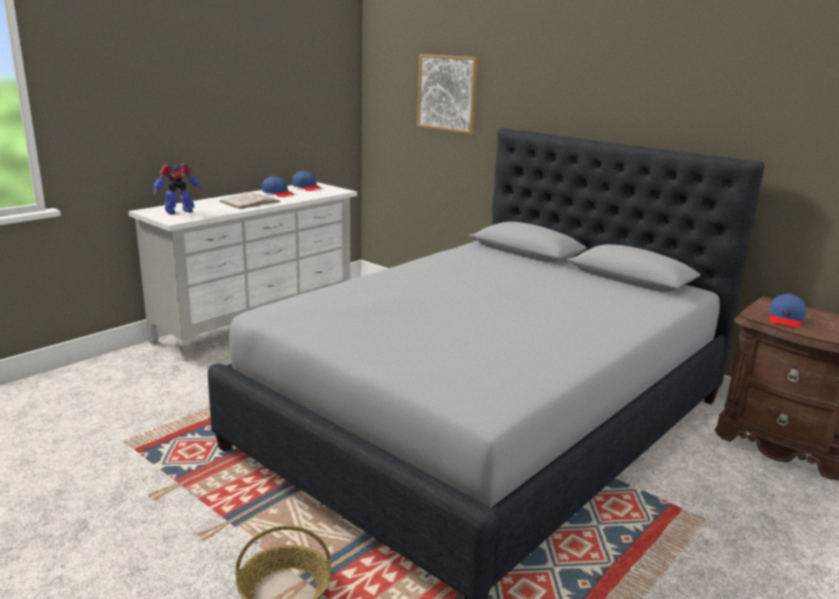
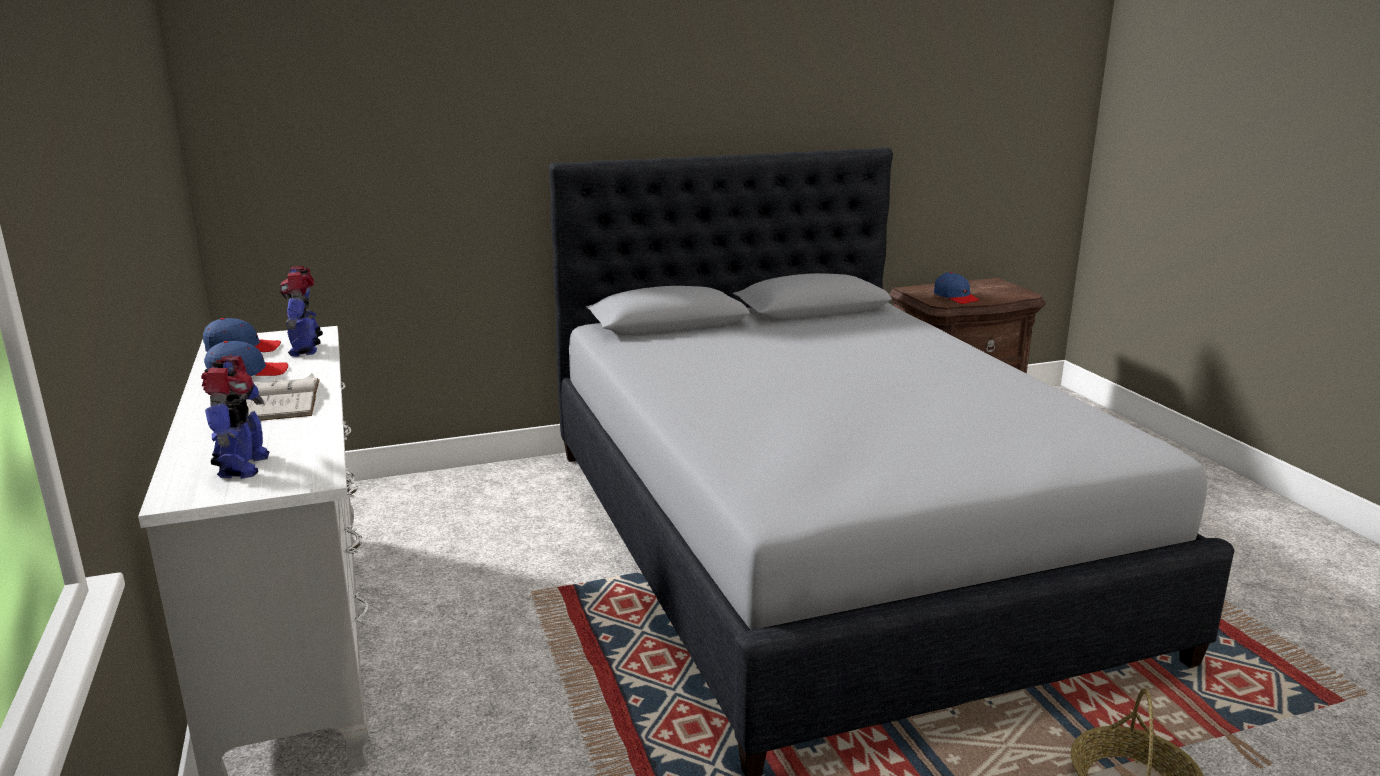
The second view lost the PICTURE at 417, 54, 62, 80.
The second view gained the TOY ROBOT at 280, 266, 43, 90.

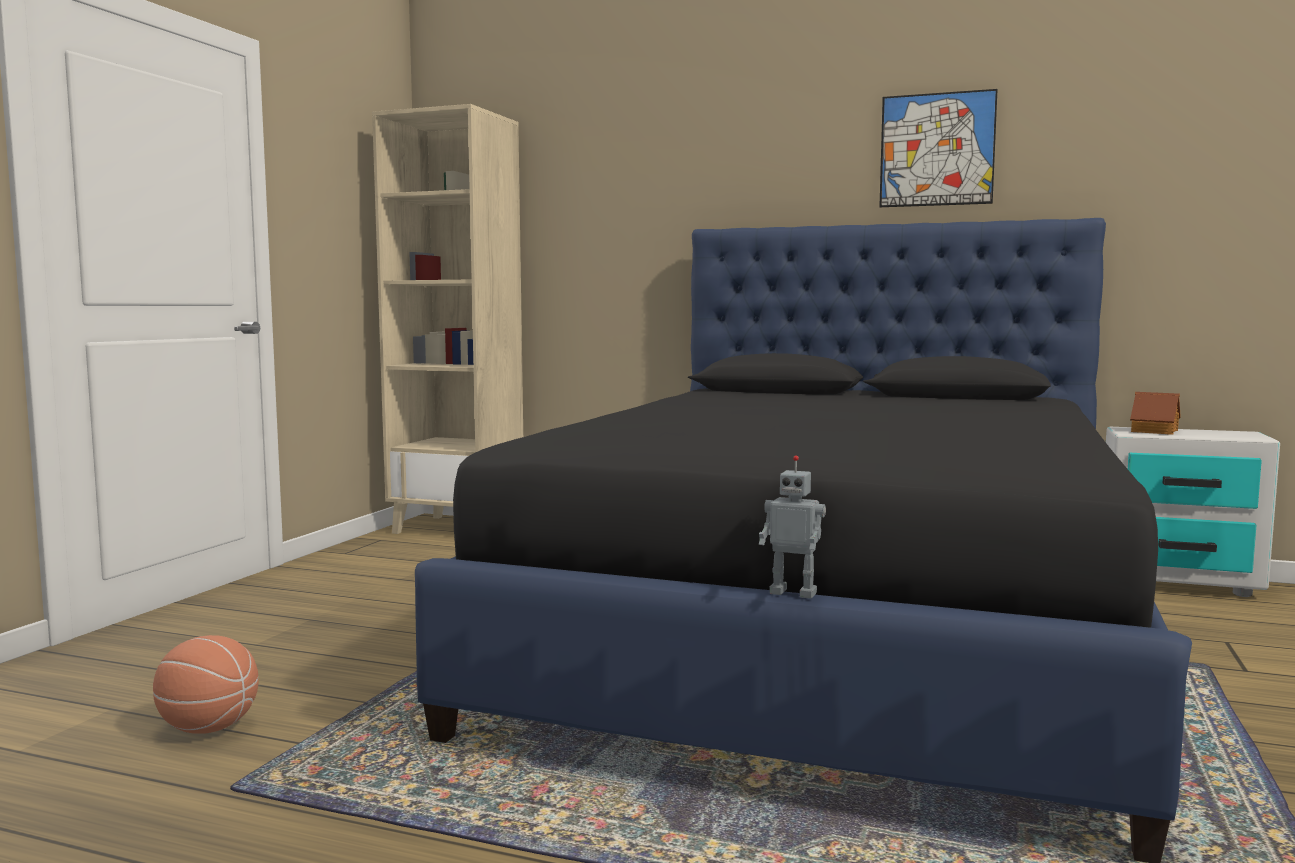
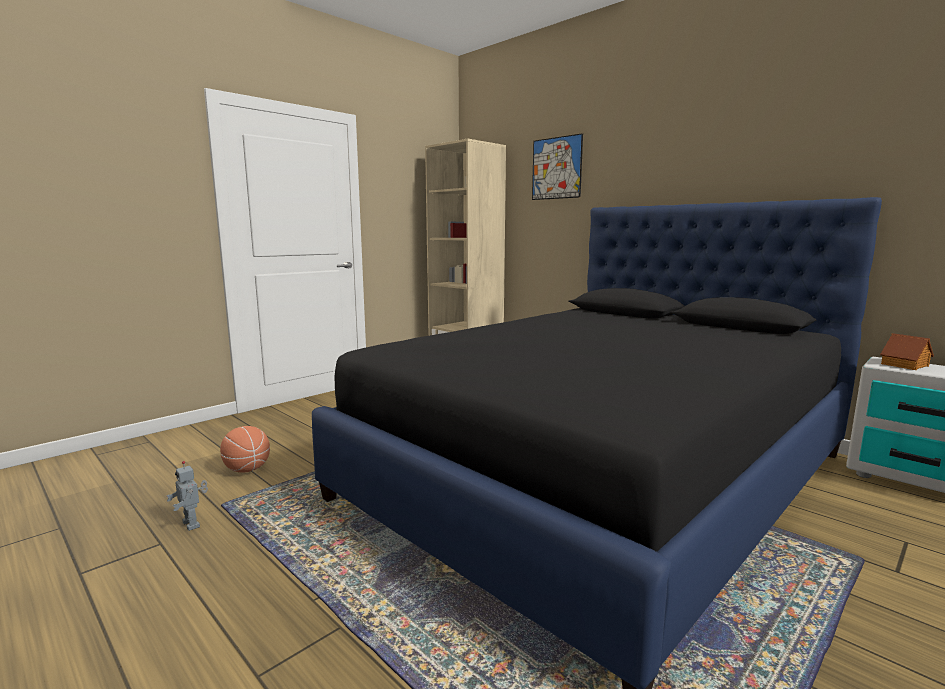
The PICTURE ended up elsewhere, having gone from 879, 89, 119, 118 to 532, 133, 51, 67.
The TOY ROBOT ended up elsewhere, having gone from 759, 455, 67, 144 to 167, 461, 41, 70.

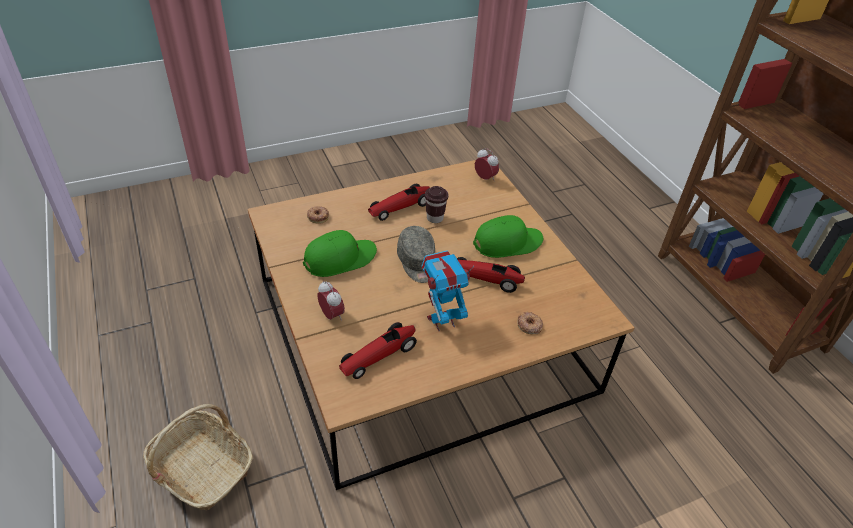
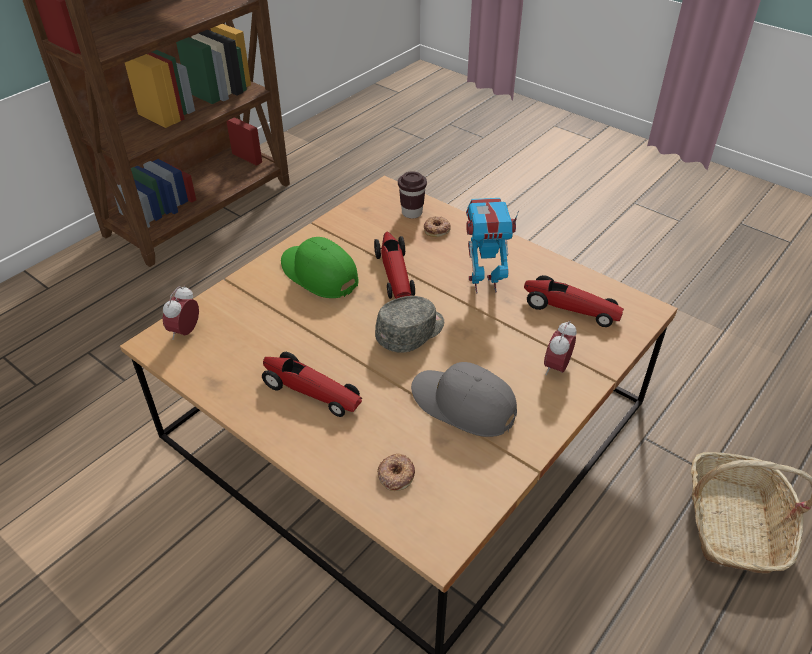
The BROWN CUP ended up elsewhere, having gone from 425, 186, 24, 37 to 398, 171, 29, 47.
What was the GREEN CAP at 303, 230, 74, 47 turned into the GREY CAP at 411, 362, 106, 75.
The TOY ROBOT at 421, 250, 53, 81 ended up facing another way, 135 degrees clockwise from before.

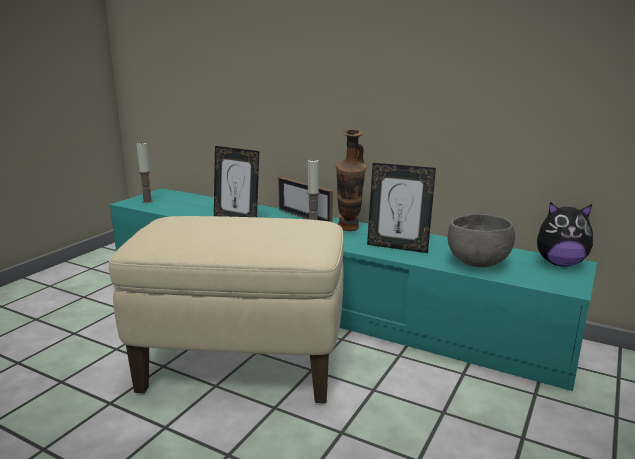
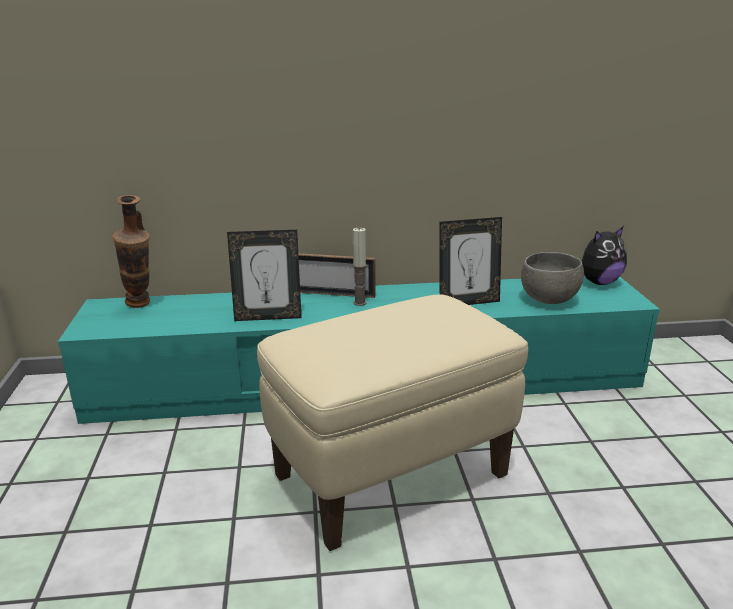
The VASE ended up elsewhere, having gone from 336, 129, 31, 102 to 113, 195, 37, 113.
The second view lost the CANDLE at 136, 142, 17, 61.

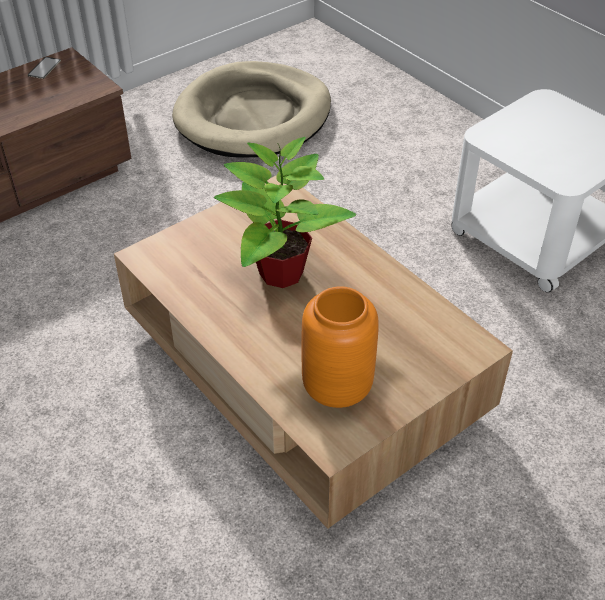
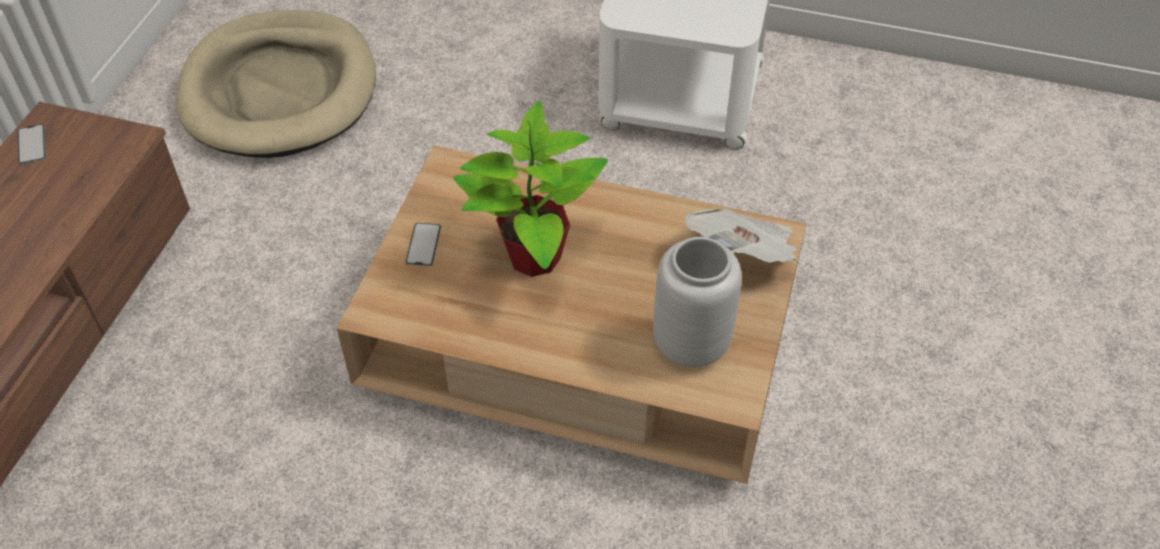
What was the ORANGE VASE at 302, 286, 77, 122 turned into the GREY VASE at 653, 237, 89, 130.
The second view gained the NEWSPAPER at 685, 208, 112, 55.
The second view gained the PHONE at 405, 223, 36, 43.

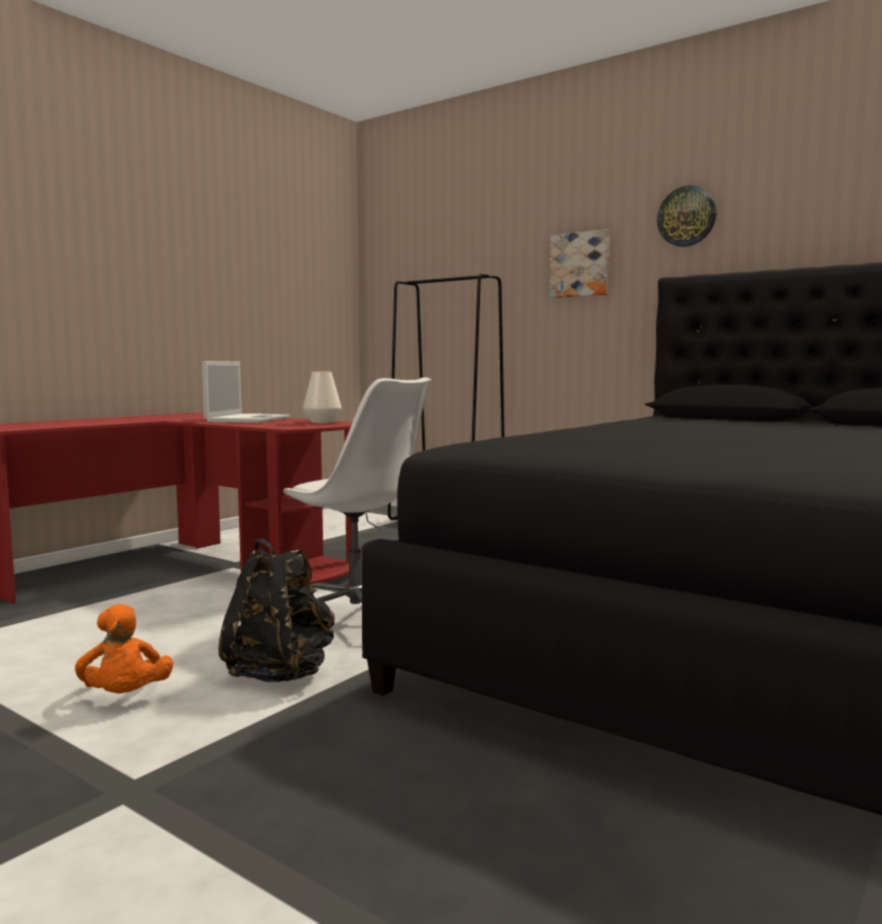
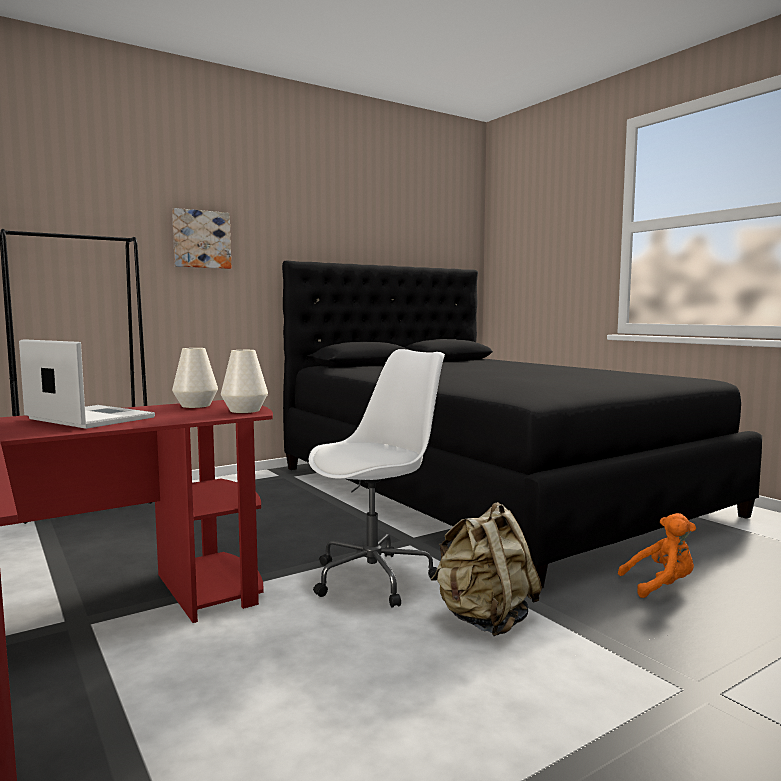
The second view lost the WALL CLOCK at 657, 185, 59, 62.
What was the BLACK BACKPACK at 218, 538, 117, 144 turned into the BEIGE BACKPACK at 431, 502, 111, 134.
The ORANGE PLUSH TOY ended up elsewhere, having gone from 75, 604, 98, 90 to 618, 513, 78, 85.
The second view gained the WHITE VASE at 221, 350, 47, 63.

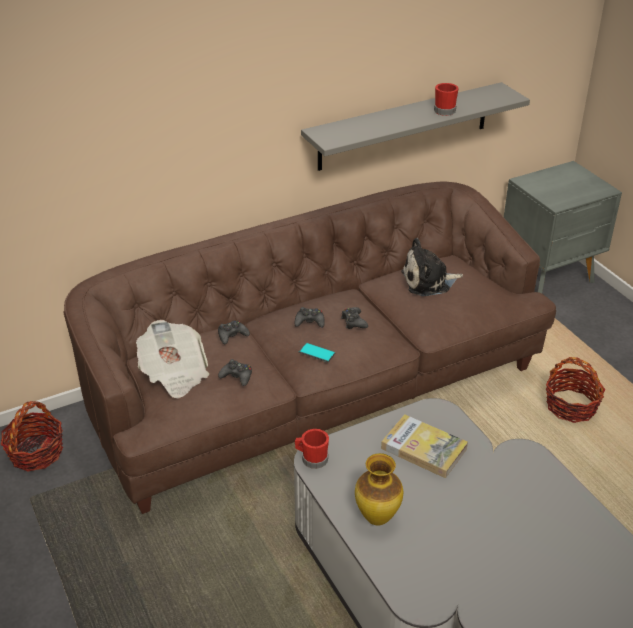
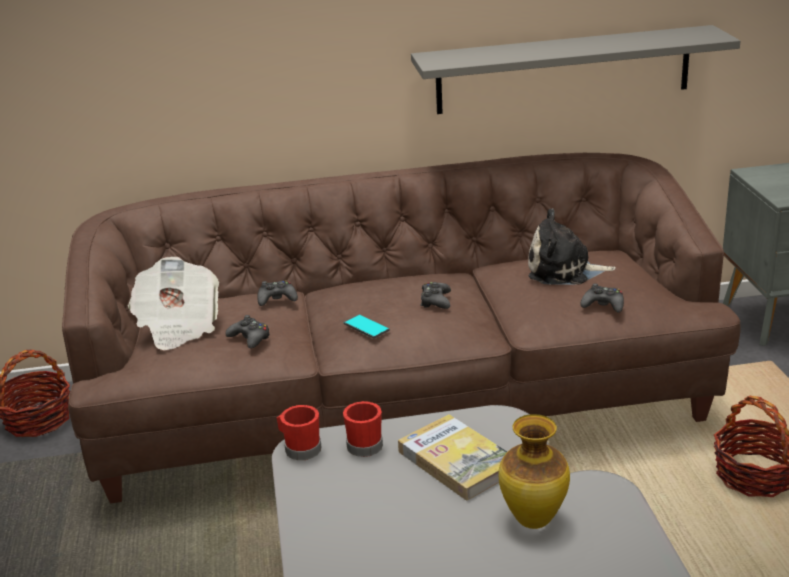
The RED MUG ended up elsewhere, having gone from 434, 83, 25, 33 to 343, 401, 40, 56.
The BLACK GAME CONTROLLER ended up elsewhere, having gone from 294, 307, 31, 20 to 580, 283, 44, 30.
The VASE ended up elsewhere, having gone from 355, 453, 48, 72 to 499, 414, 71, 115.

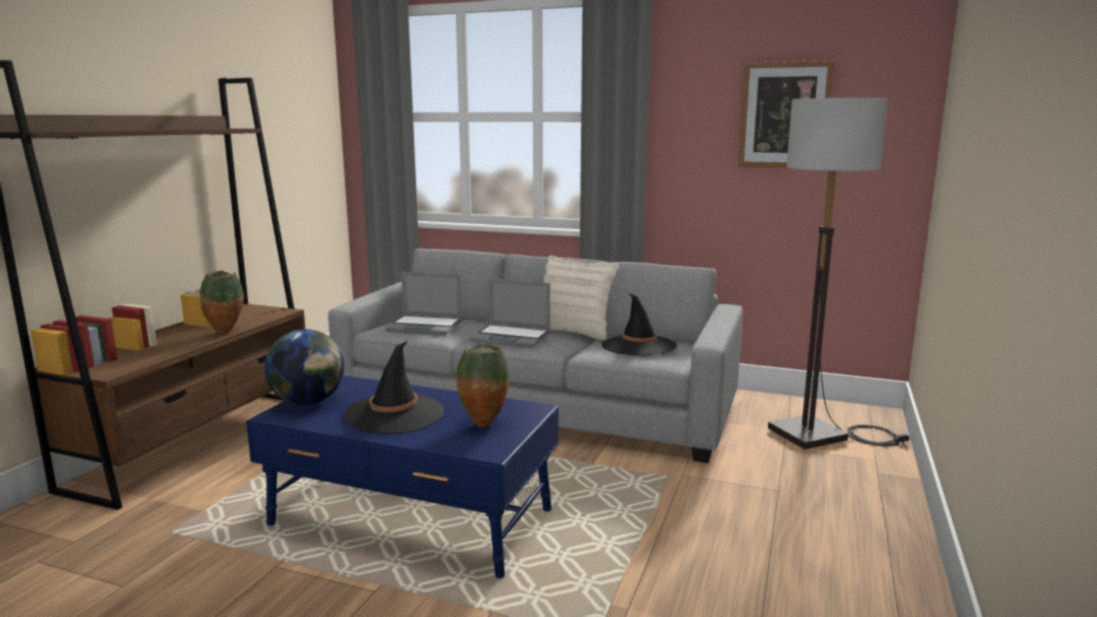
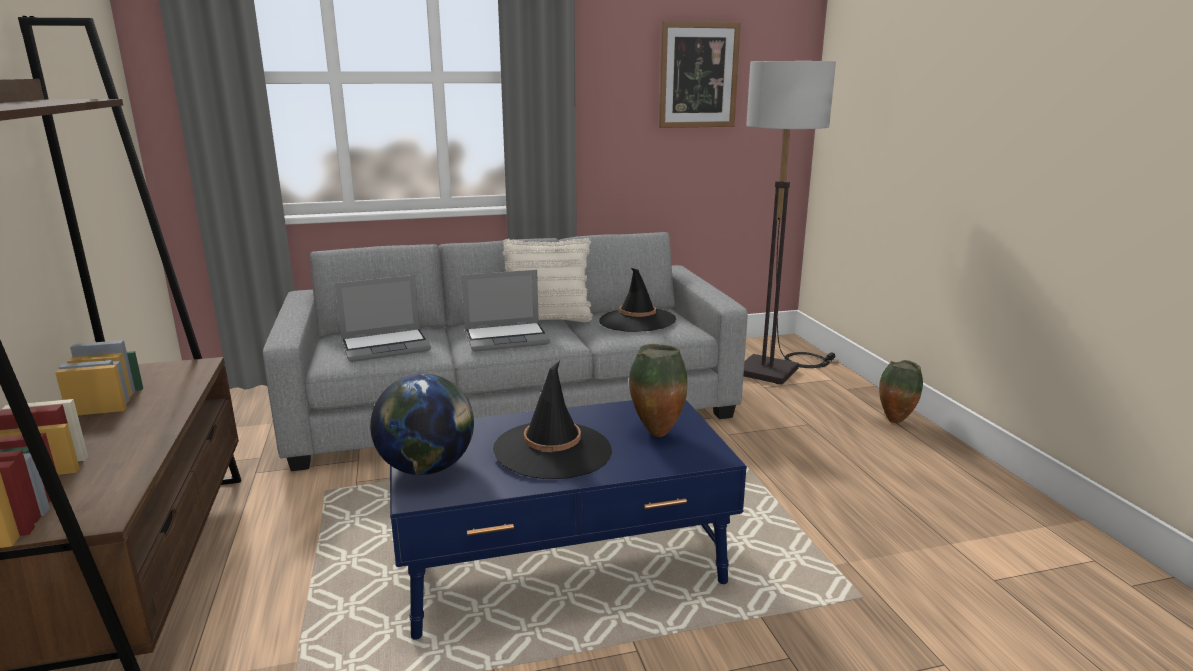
The VASE ended up elsewhere, having gone from 200, 270, 44, 64 to 879, 360, 44, 63.

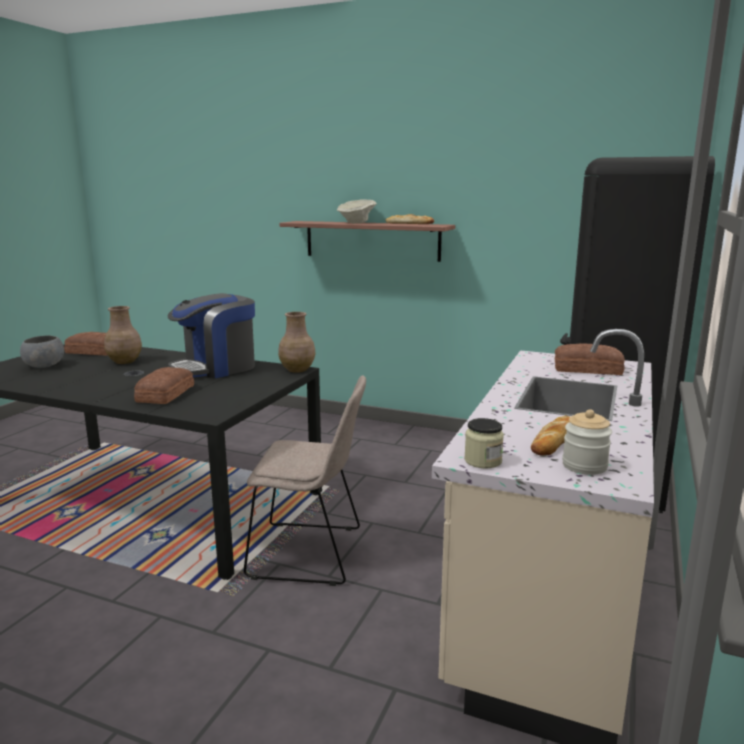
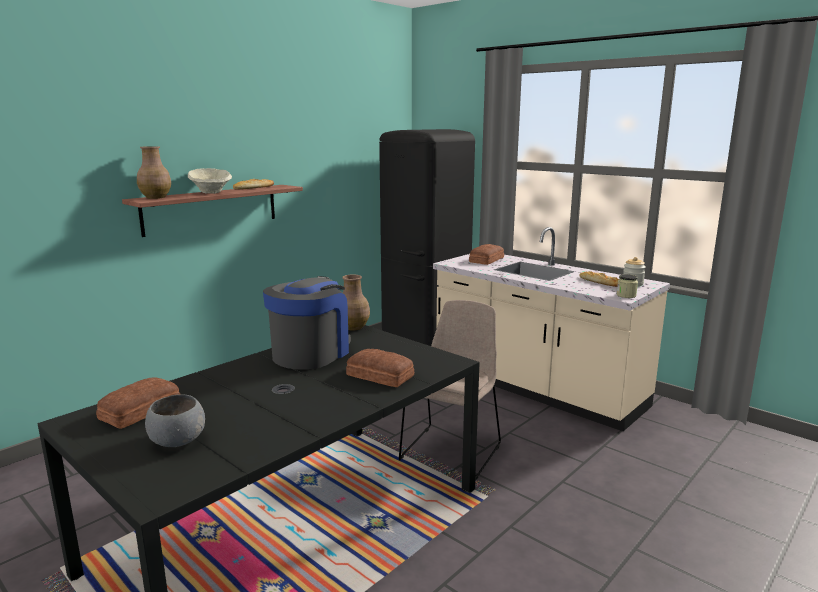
The COFFEE MACHINE at 168, 293, 87, 85 ended up facing another way, 135 degrees counterclockwise from before.
The BROWN VASE ended up elsewhere, having gone from 104, 306, 38, 58 to 137, 146, 34, 53.

